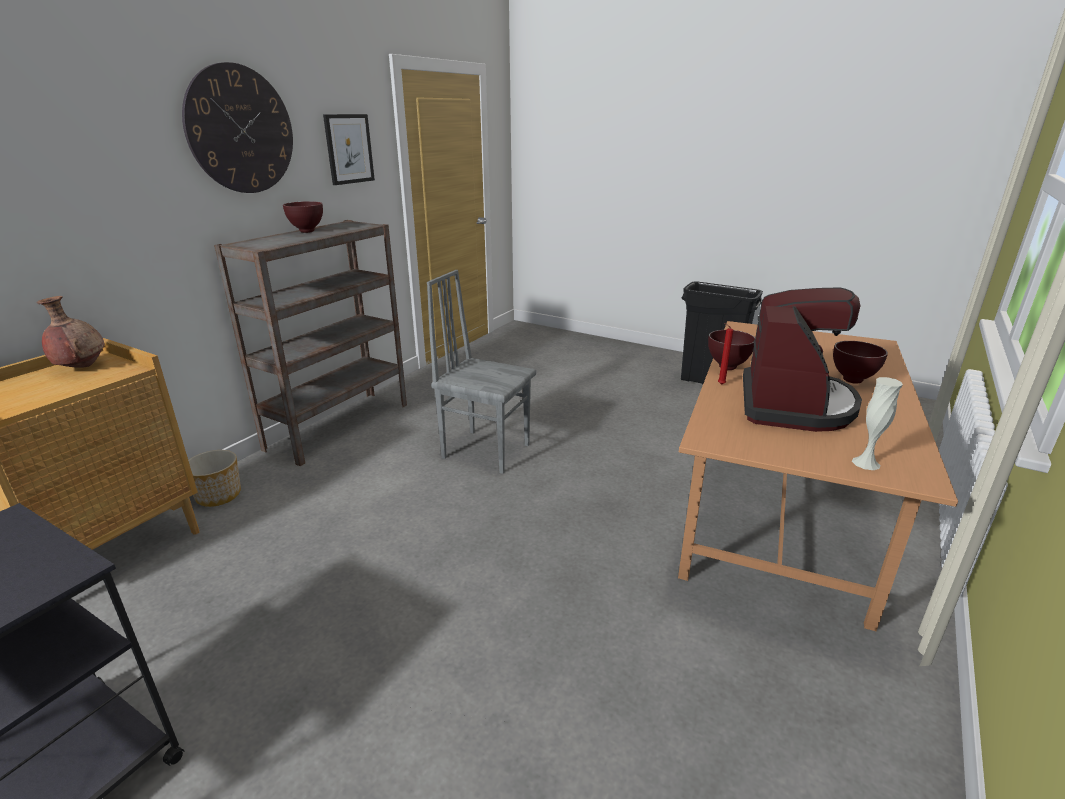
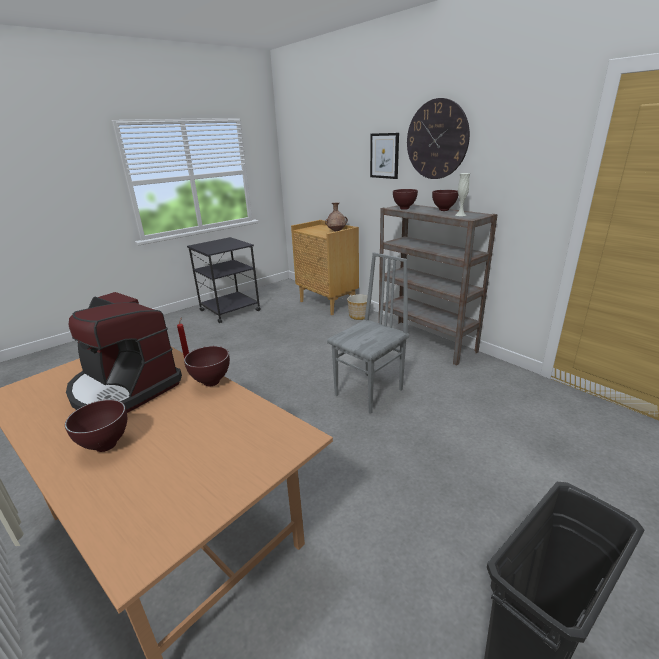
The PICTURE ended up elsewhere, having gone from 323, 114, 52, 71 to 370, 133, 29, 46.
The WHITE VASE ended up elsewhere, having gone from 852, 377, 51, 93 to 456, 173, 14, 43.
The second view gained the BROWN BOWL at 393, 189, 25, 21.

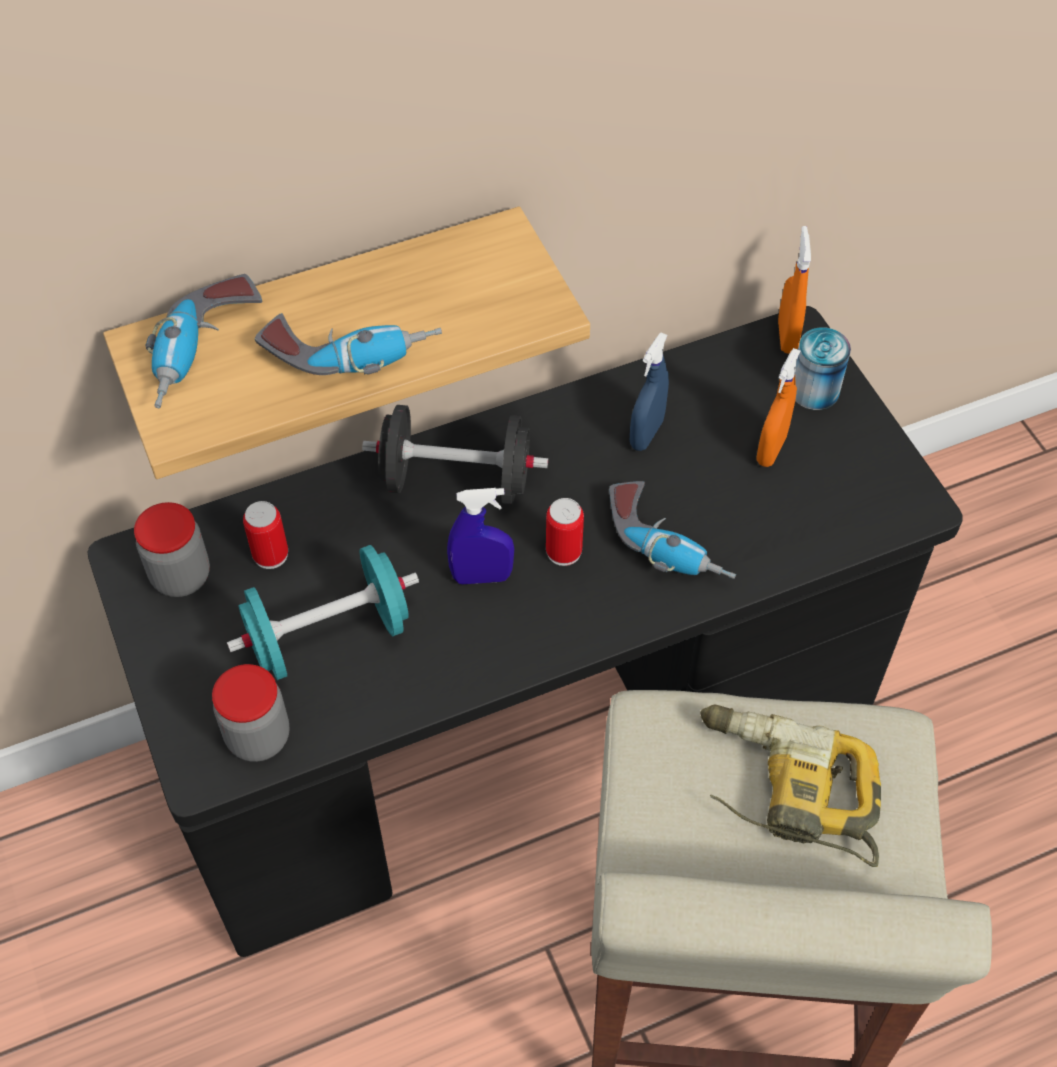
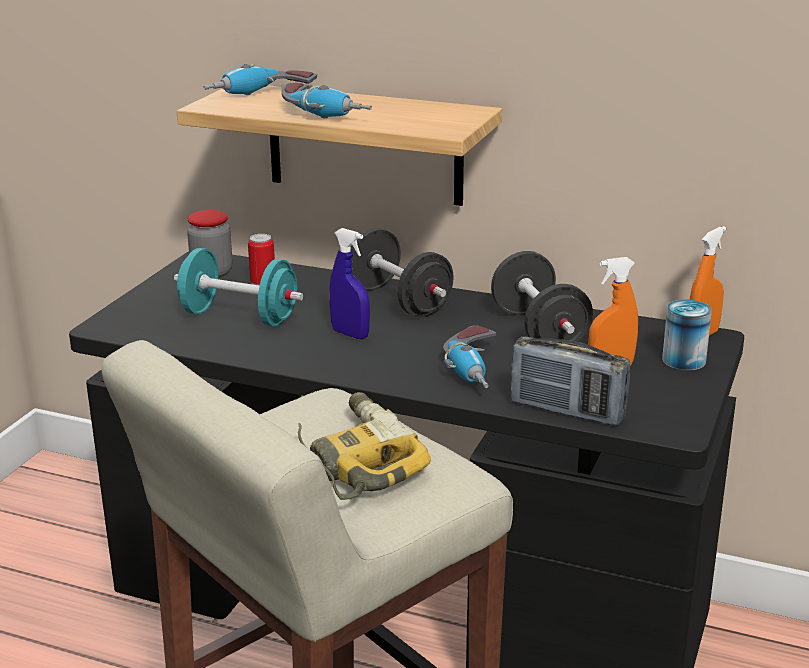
Where the BLUE SPRAY BOTTLE stood at 630, 333, 39, 118, the BLACK DUMBBELL came to stand at 491, 251, 102, 95.
The second view lost the CAN at 546, 498, 38, 68.
The second view lost the JAR at 212, 664, 78, 98.
The second view gained the RADIO at 511, 336, 120, 90.

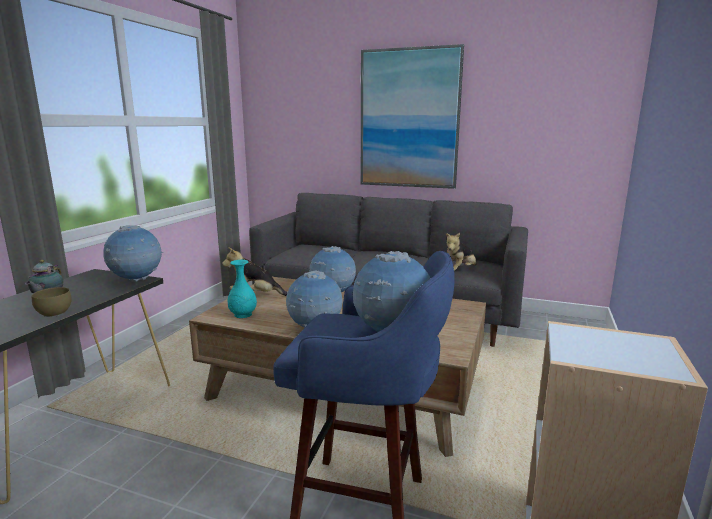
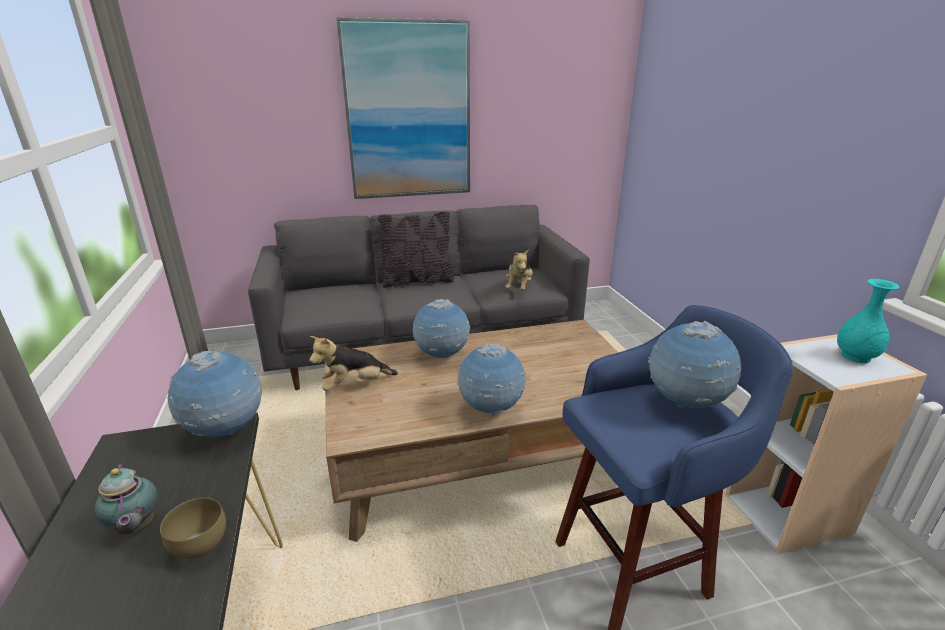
The TURQUOISE VASE ended up elsewhere, having gone from 227, 260, 30, 58 to 837, 279, 63, 84.
The second view gained the BLACK PILLOW at 377, 211, 77, 77.

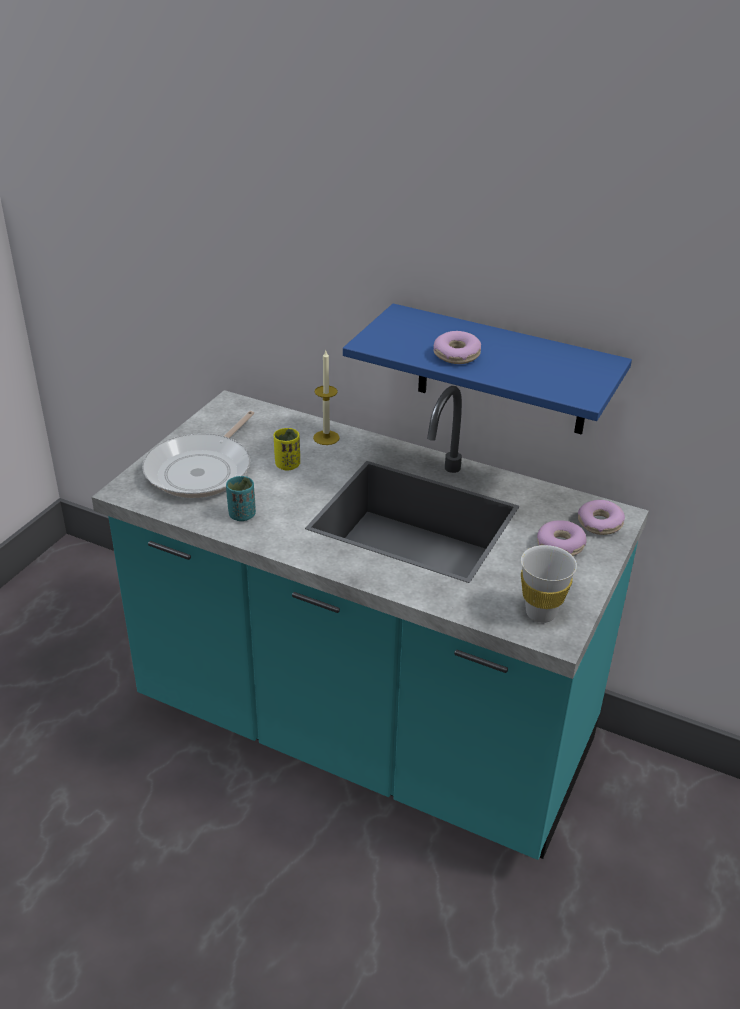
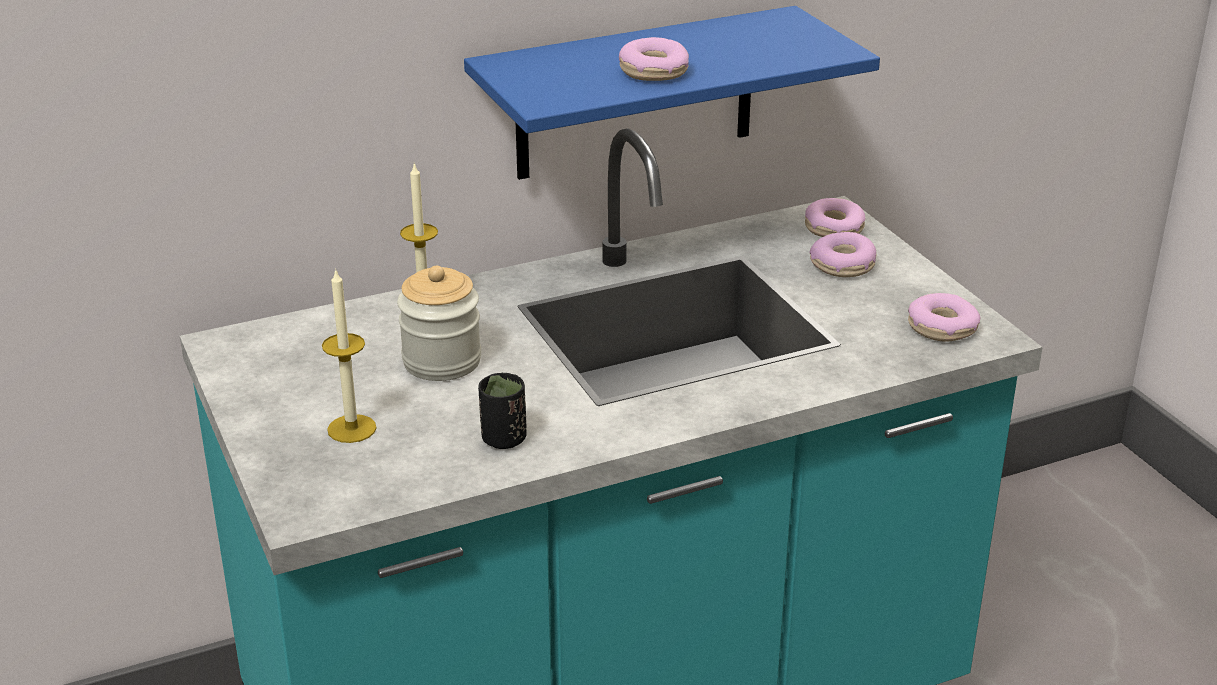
Where the FRYING PAN stood at 142, 411, 112, 87, the CANDLE came to stand at 322, 268, 55, 175.
Where the YELLOW CUP stood at 274, 428, 26, 43, the JAR came to stand at 397, 266, 84, 115.
What was the TURQUOISE CUP at 226, 476, 30, 45 turned into the BLACK CUP at 478, 373, 49, 76.
Where the WHITE CUP stood at 521, 545, 56, 78, the DONUT came to stand at 908, 293, 72, 49.

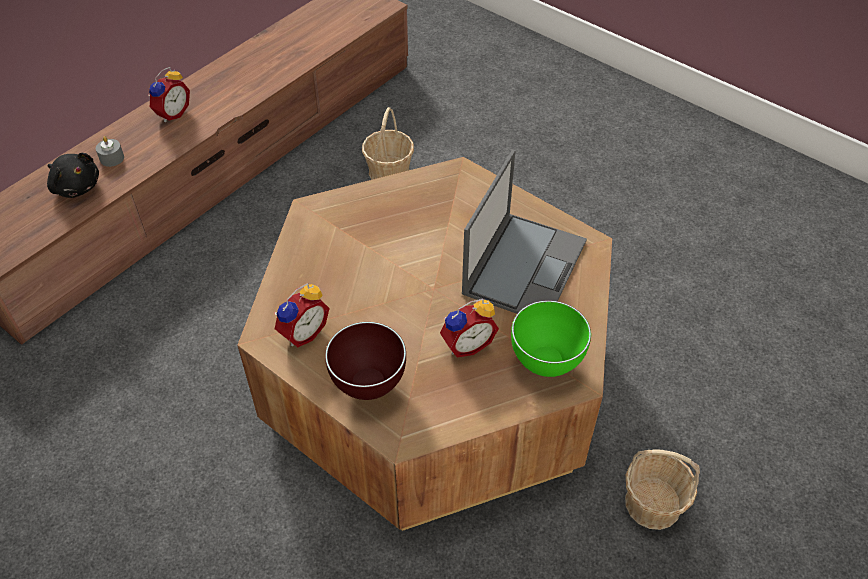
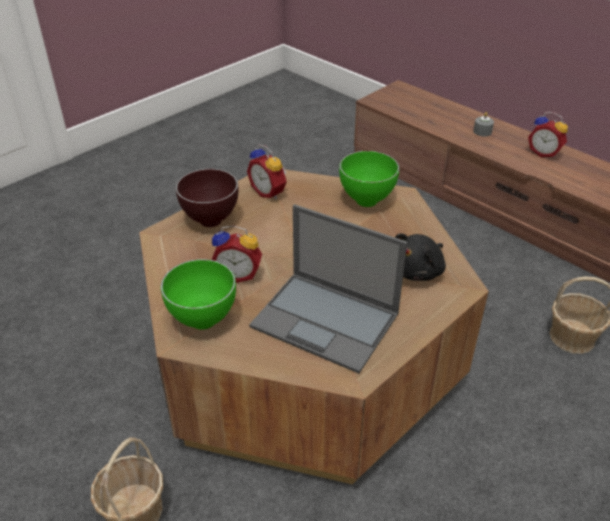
The BLACK PLUSH TOY ended up elsewhere, having gone from 47, 153, 52, 45 to 395, 233, 51, 48.
The ALARM CLOCK at 440, 299, 59, 59 ended up facing another way, 60 degrees counterclockwise from before.
The second view gained the GREEN BOWL at 339, 151, 60, 56.

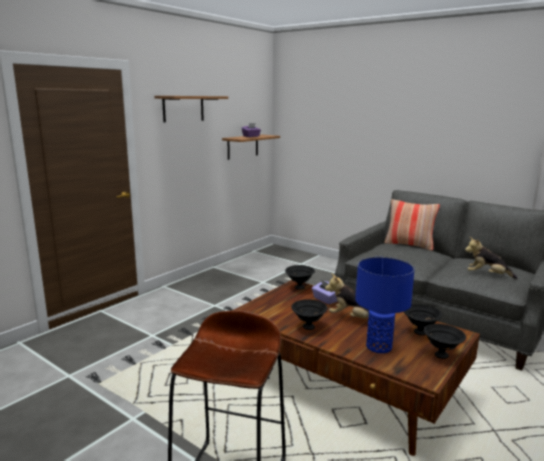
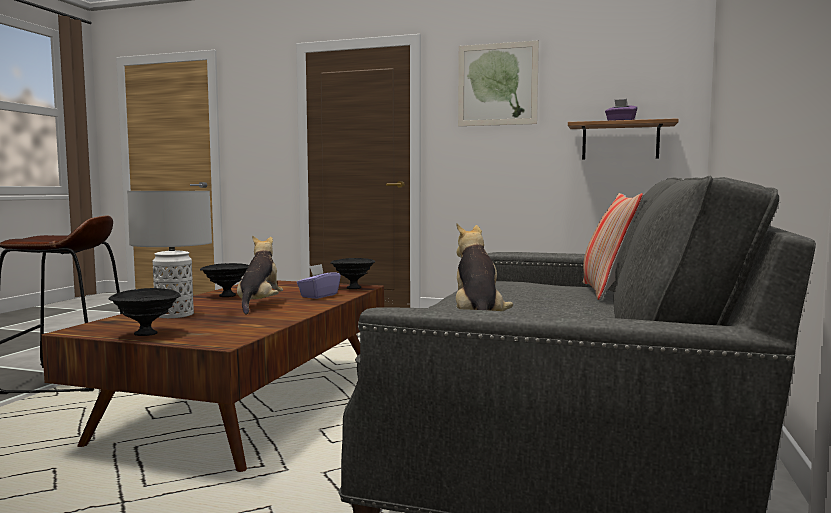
Where the SHELF hung at 154, 96, 74, 26, the PICTURE came to hang at 458, 40, 81, 86.
What was the BLUE TABLE LAMP at 355, 257, 60, 96 turned into the WHITE TABLE LAMP at 127, 191, 85, 127.
The second view lost the BLACK BOWL at 404, 304, 38, 31.

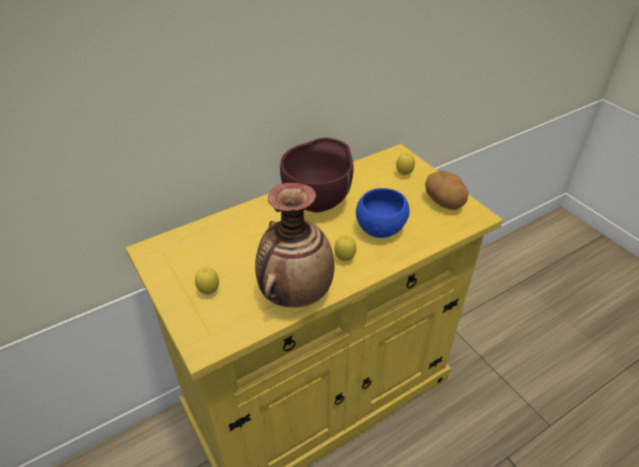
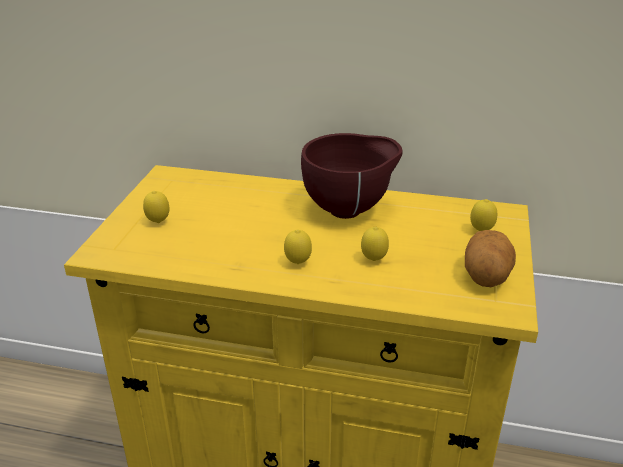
The second view lost the VASE at 255, 183, 79, 124.
Where the BLUE BOWL stood at 356, 188, 54, 50, the LEMON came to stand at 361, 227, 28, 34.

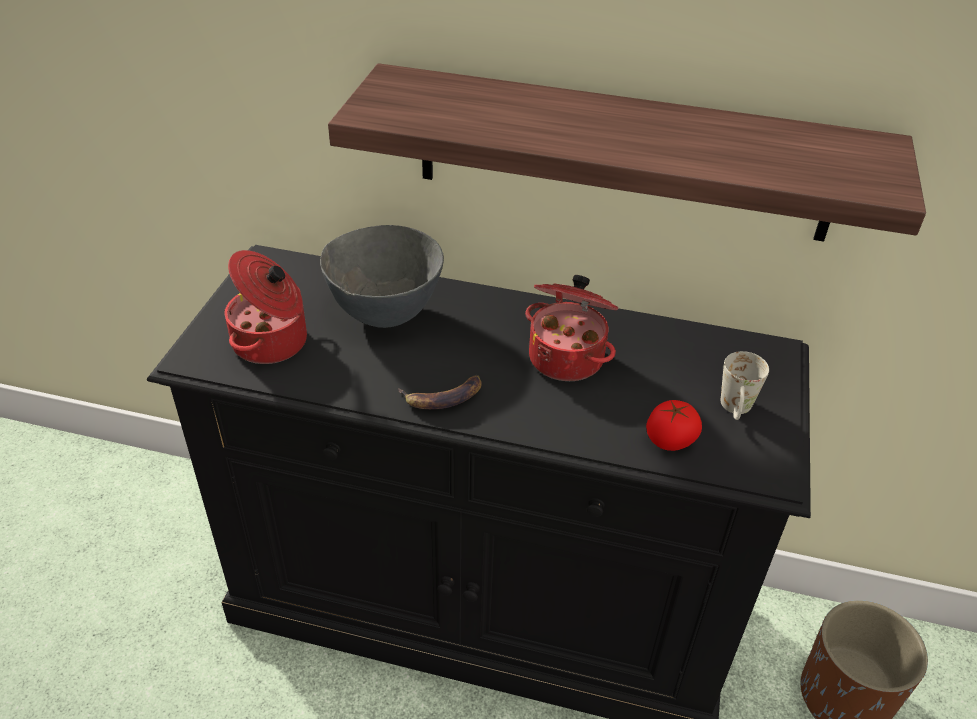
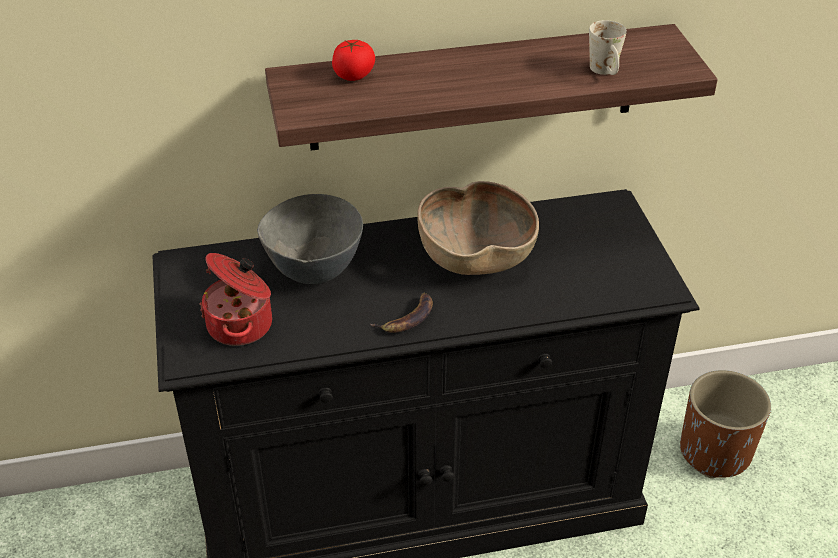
Where the COOKING POT stood at 525, 275, 93, 106, the BROWN BOWL came to stand at 417, 181, 122, 94.
The WHITE MUG ended up elsewhere, having gone from 721, 351, 48, 69 to 589, 20, 38, 55.
The TOMATO ended up elsewhere, having gone from 646, 400, 56, 51 to 332, 40, 43, 41.

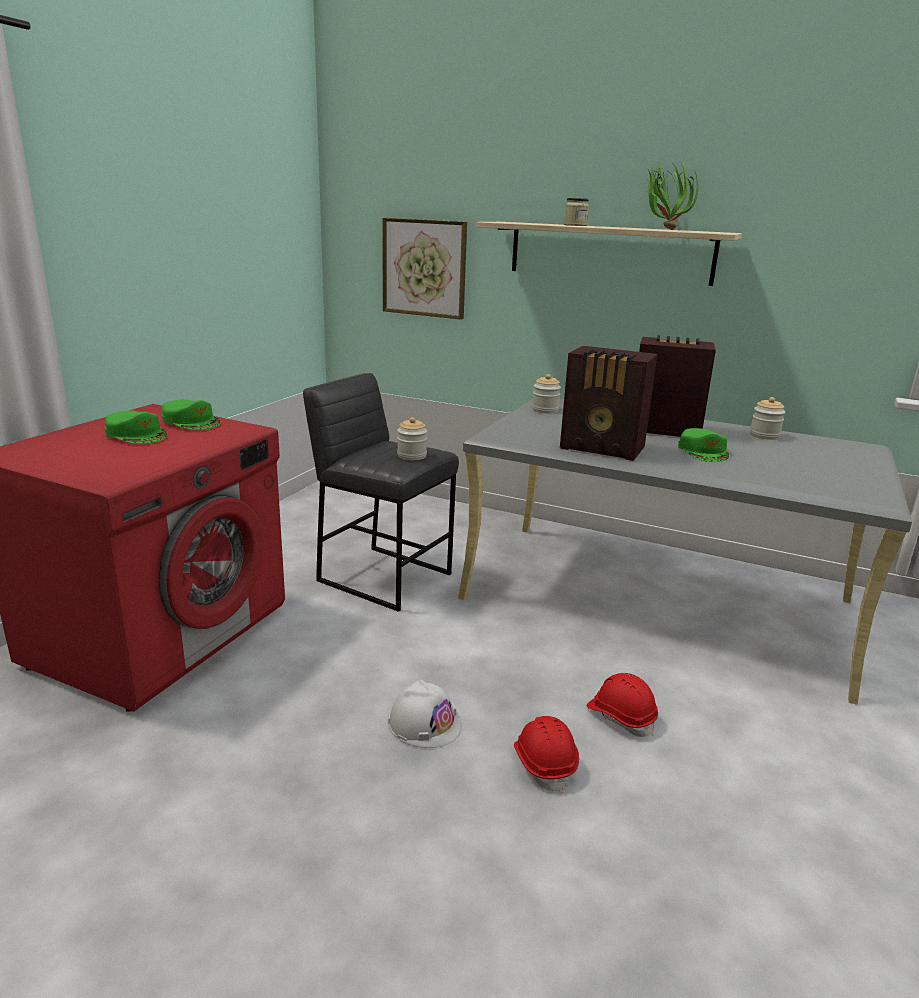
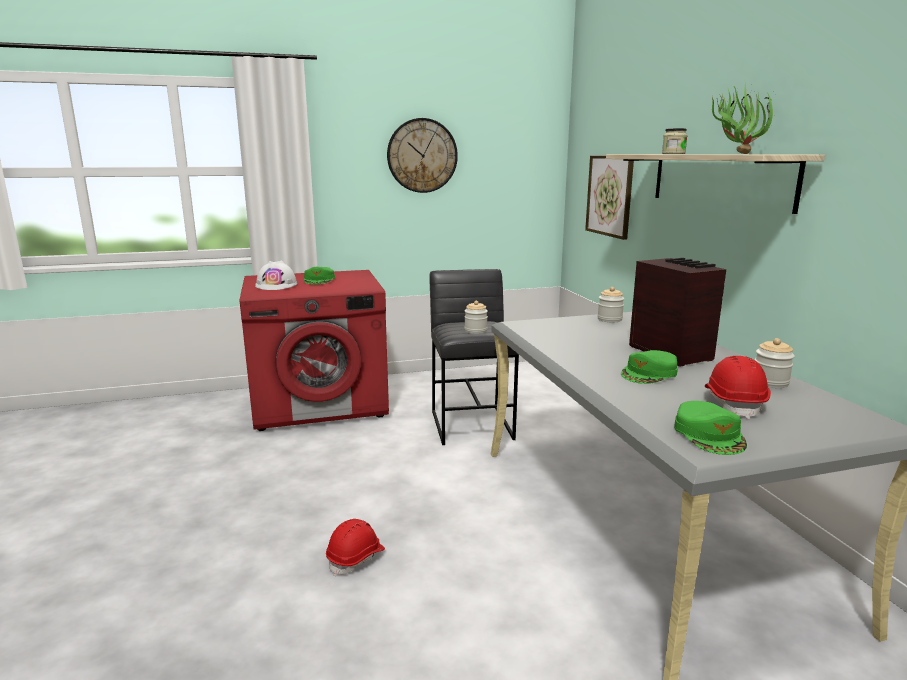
The second view lost the RADIO at 560, 346, 97, 115.
The GREEN CAP ended up elsewhere, having gone from 162, 400, 58, 30 to 674, 401, 73, 54.
The RED HARD HAT ended up elsewhere, having gone from 586, 673, 72, 64 to 705, 356, 66, 63.
The WHITE HARD HAT ended up elsewhere, having gone from 388, 680, 74, 68 to 255, 261, 42, 29.
The second view gained the WALL CLOCK at 387, 118, 71, 75.

